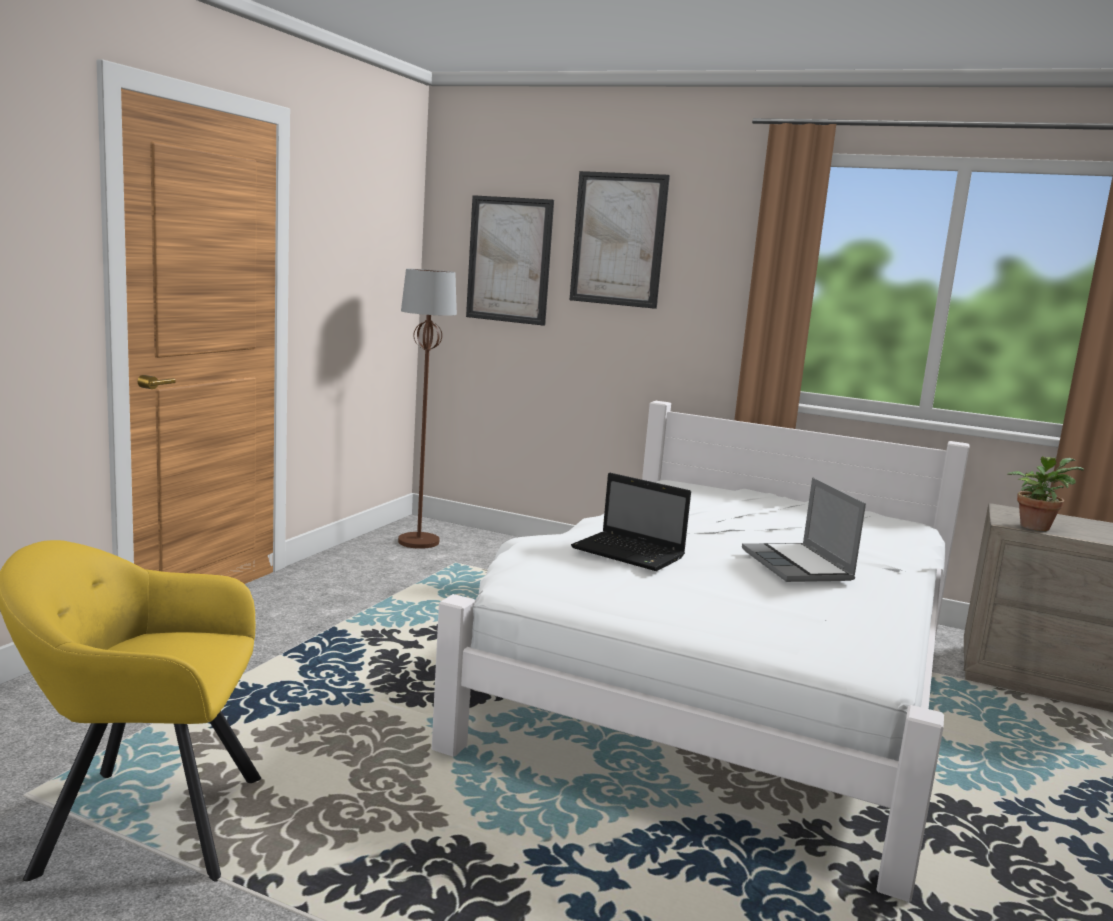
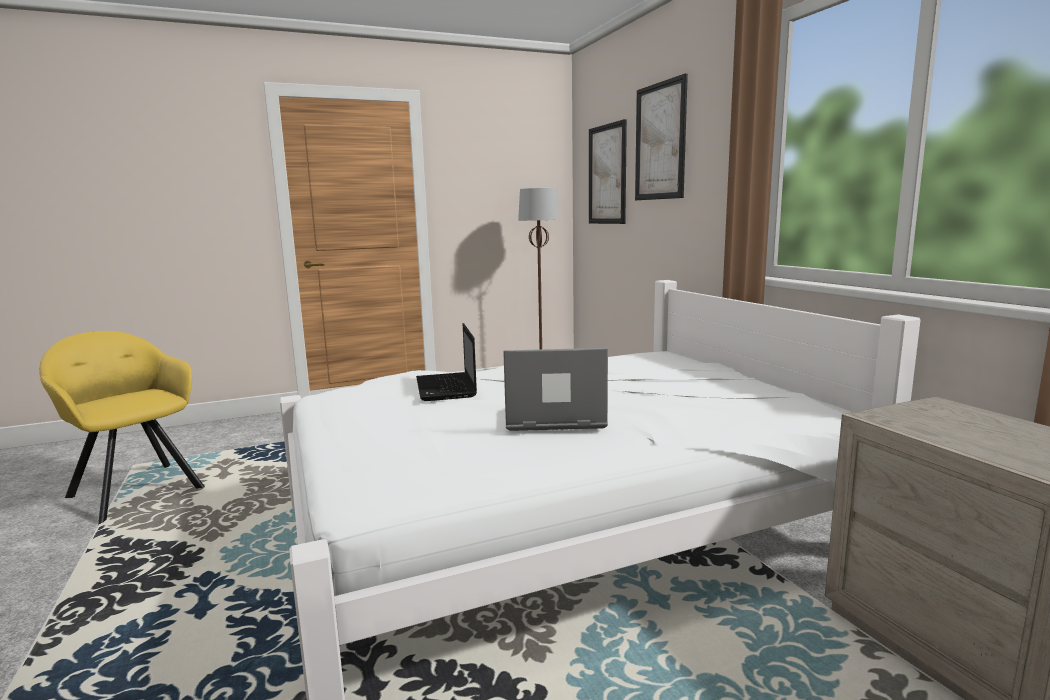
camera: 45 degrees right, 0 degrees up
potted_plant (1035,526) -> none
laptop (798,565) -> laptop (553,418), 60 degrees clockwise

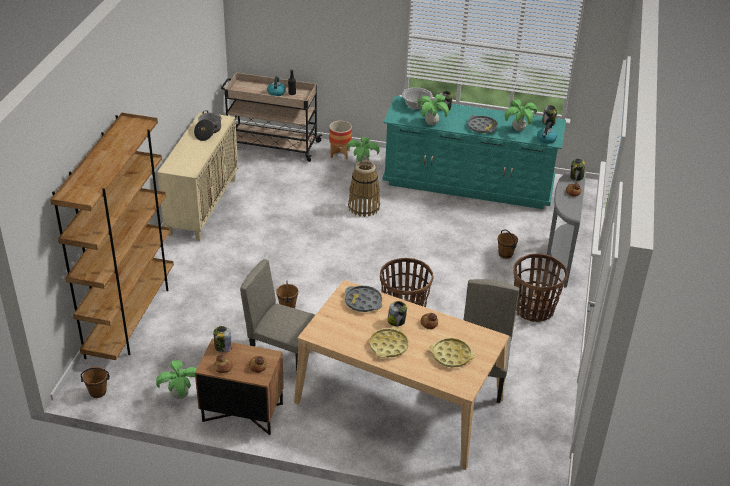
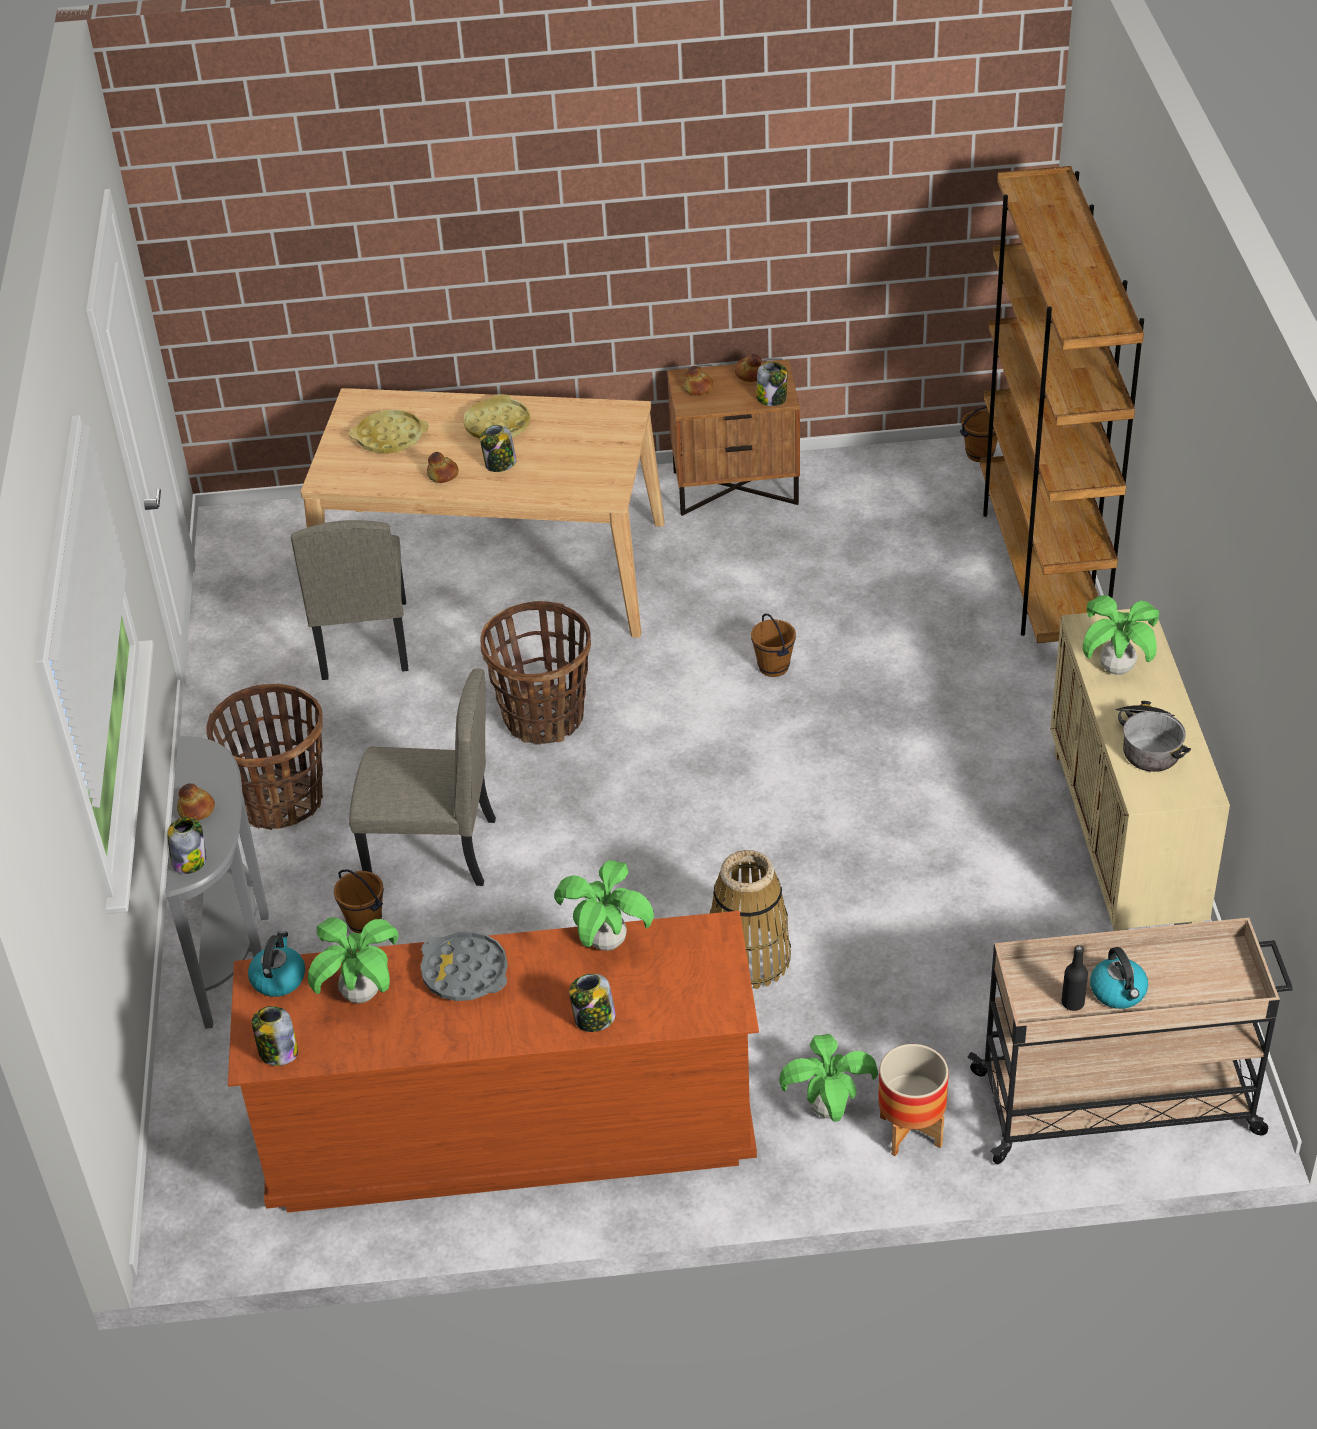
camera: 165 degrees right, 5 degrees up
grey_tray (363,302) -> none
cooking_pot (416,105) -> none
potted_plant (180,396) -> potted_plant (1117,669), shifted
beige_chair (284,355) -> beige_chair (431,850), shifted
turquoise_dresser (468,183) -> brown_dresser (510,1130)

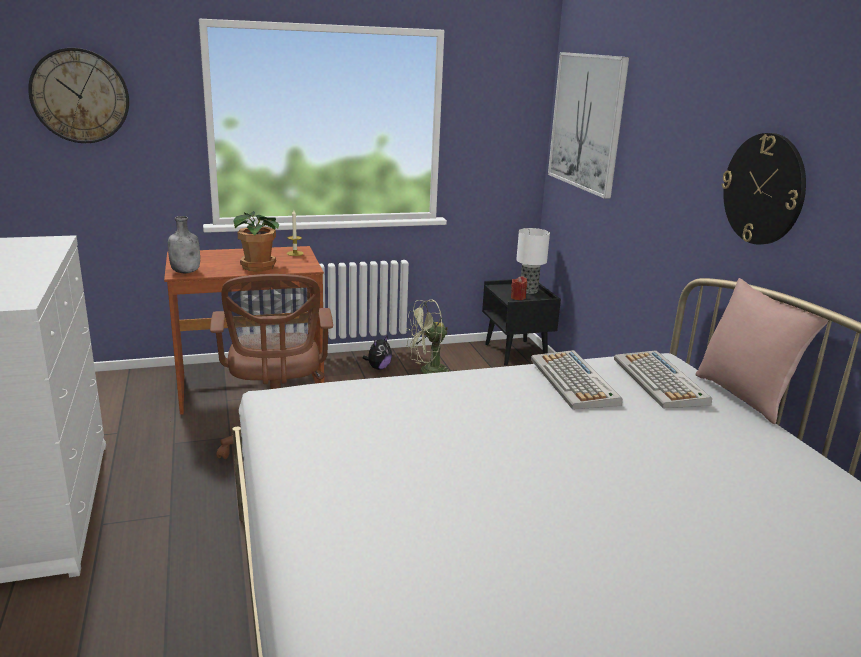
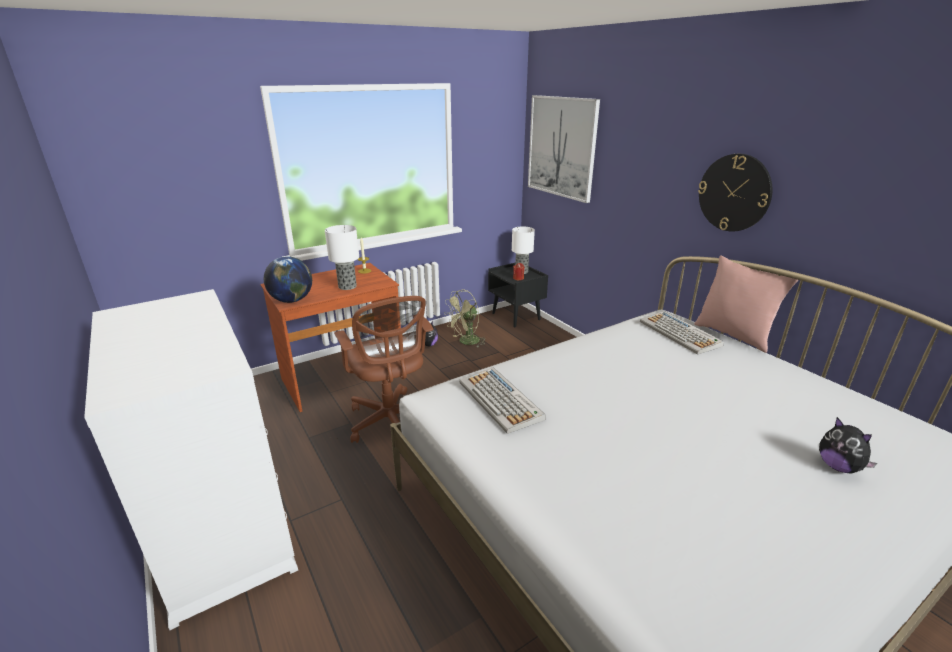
camera: 15 degrees left, 5 degrees up
wall_clock (80,96) -> none
none -> plush_toy (838,467)
keyboard (574,382) -> keyboard (501,400), shifted
grey_bottle (186,272) -> globe (292,300)
potted_plant (260,266) -> table_lamp (347,286)

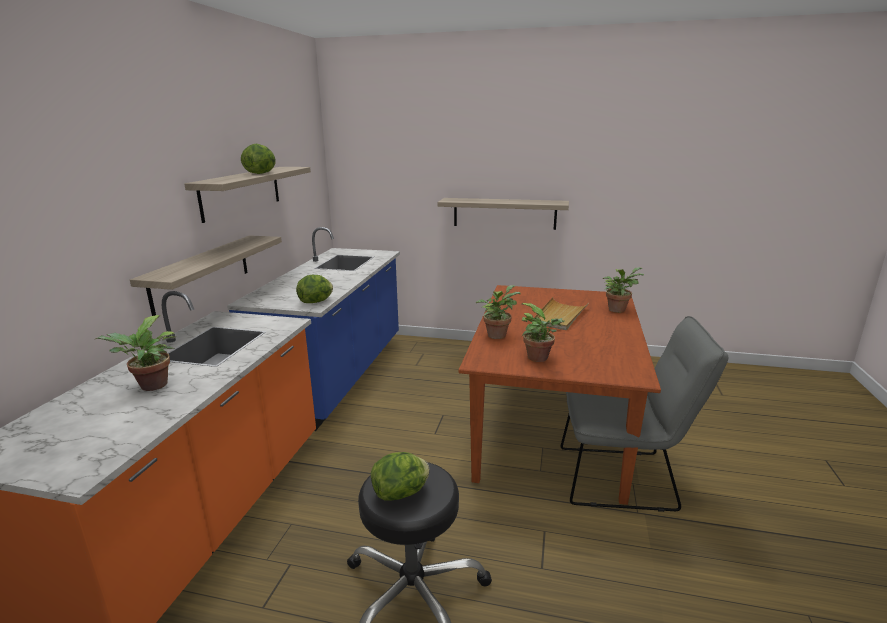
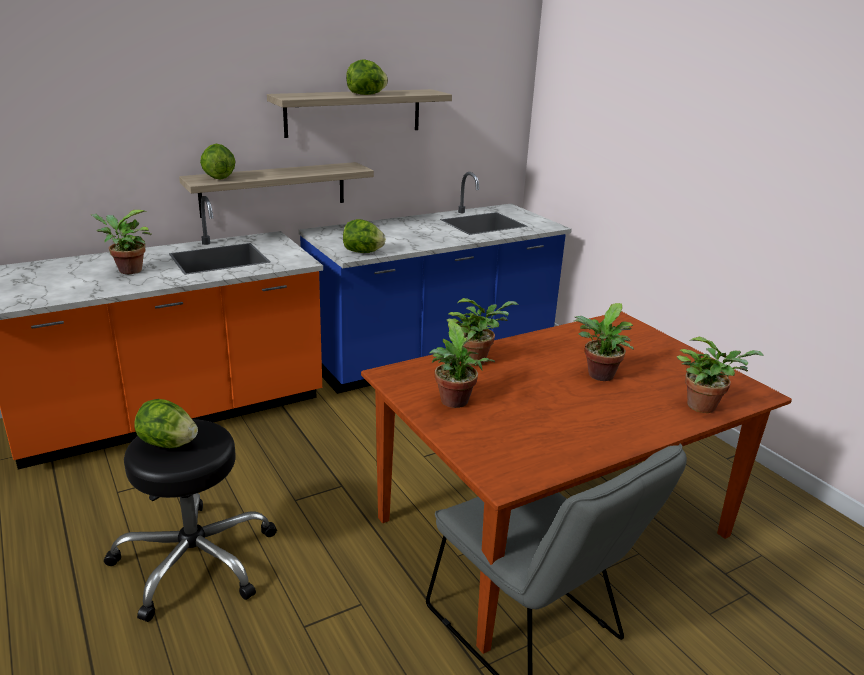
camera: 45 degrees right, 5 degrees up
shelf (504,213) -> none
none -> lettuce (218,178)
beige_tray (559,316) -> potted_plant (598,376)

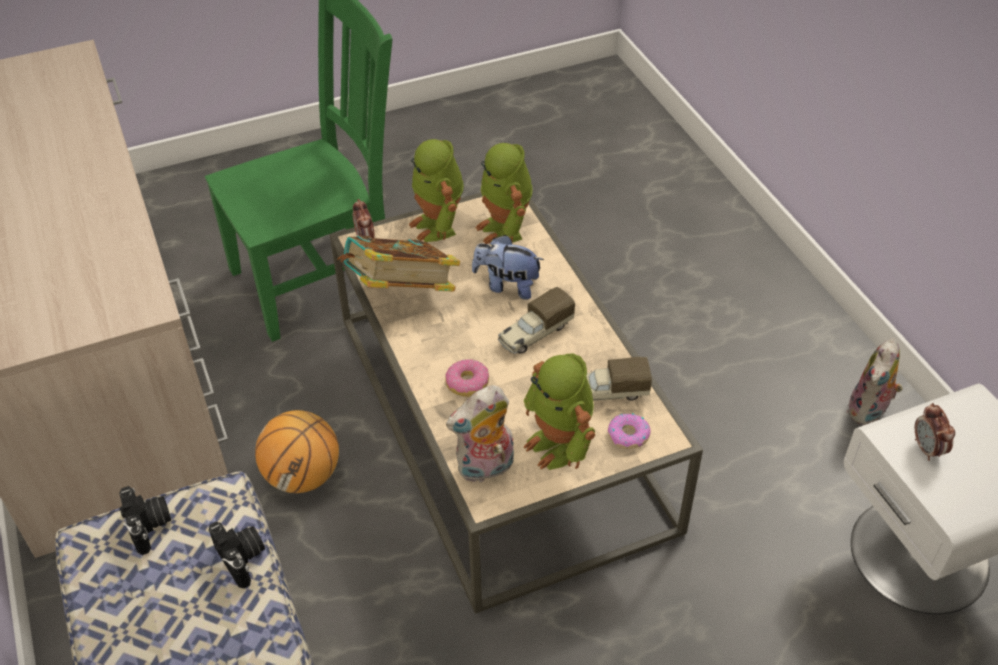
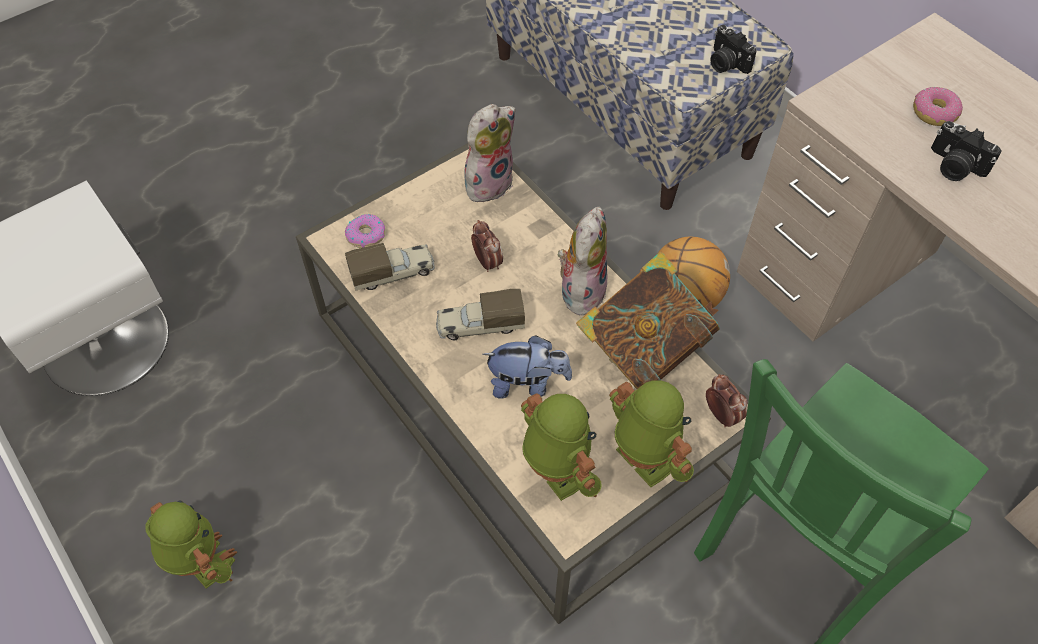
camera: 165 degrees right, 10 degrees up
photo_camera (243,558) -> photo_camera (954,166), shifted
donut (467,383) -> donut (934,113), shifted
toy_robot (560,445) -> toy_robot (201,563), shifted
plush_toy (869,411) -> plush_toy (581,289), shifted
alarm_clock (927,449) -> alarm_clock (487,262), shifted
toy_truck (534,334) -> toy_truck (479,325), 135 degrees counterclockwise

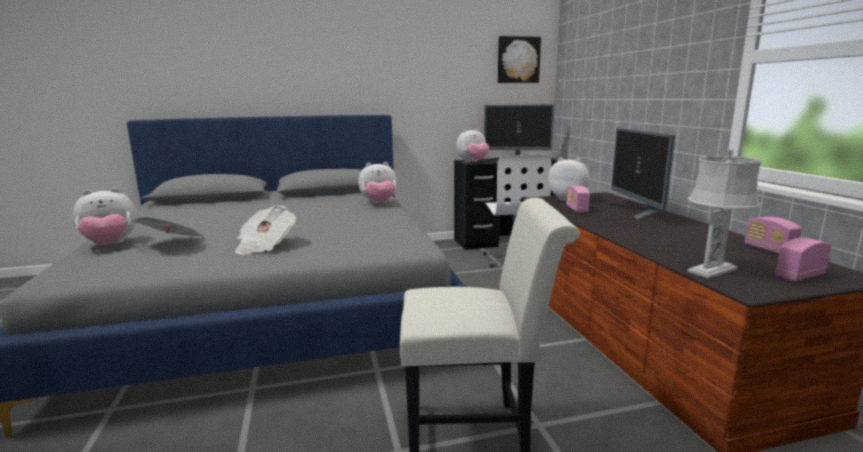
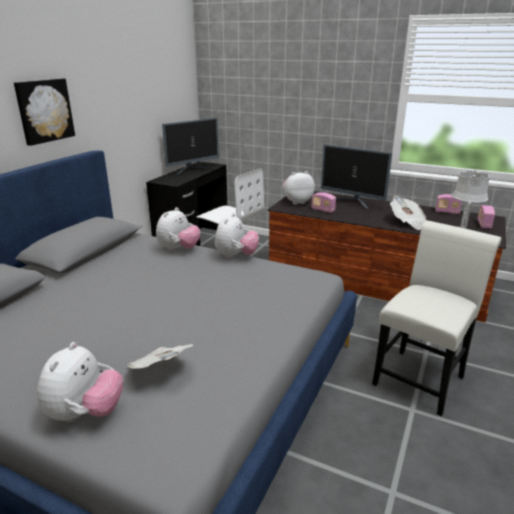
camera: 50 degrees left, 10 degrees up
newspaper (265,246) -> newspaper (407,223), shifted
plush_toy (472,162) -> plush_toy (236,256), shifted
picture (518,60) -> picture (44,111), shifted

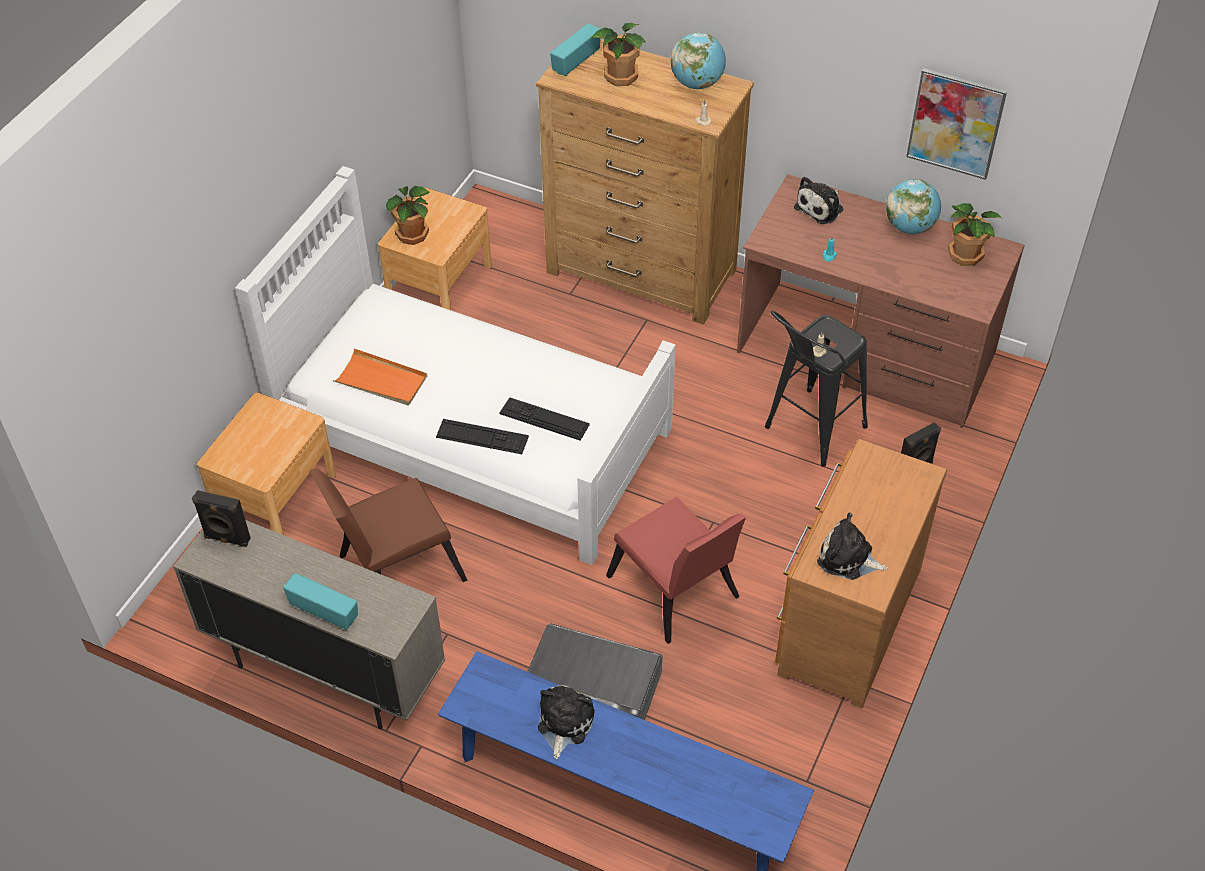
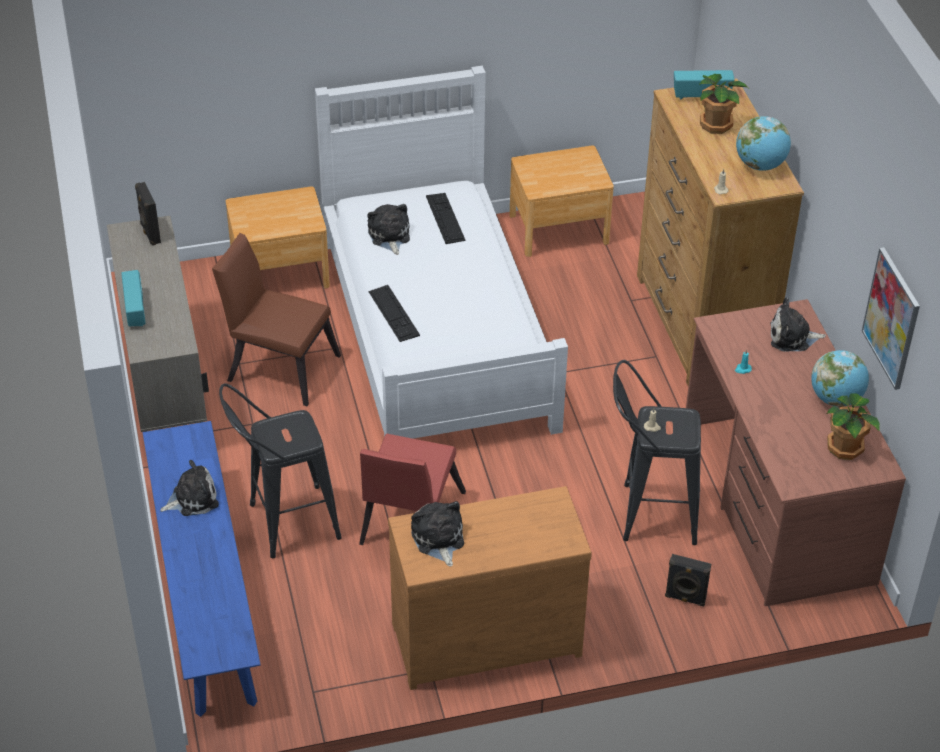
camera: 50 degrees right, 5 degrees down
potted_plant (413,234) -> none
keyboard (544,419) -> keyboard (445,218), shifted
orange_tray (381,380) -> plush_toy (389,236)
grey_storage_box (593,684) -> black_stool (284,524)

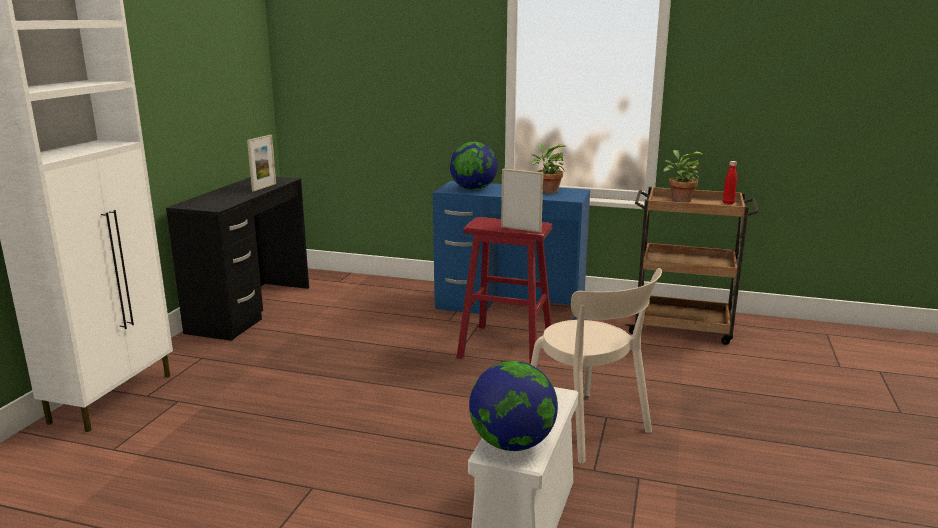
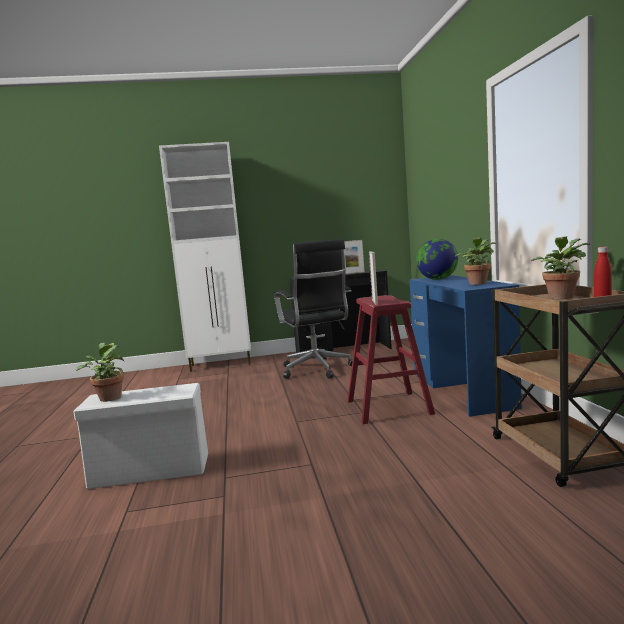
camera: 65 degrees right, 10 degrees down
beige_chair (589,429) -> none
none -> black_office_chair (317,370)
globe (512,443) -> potted_plant (109,397)

